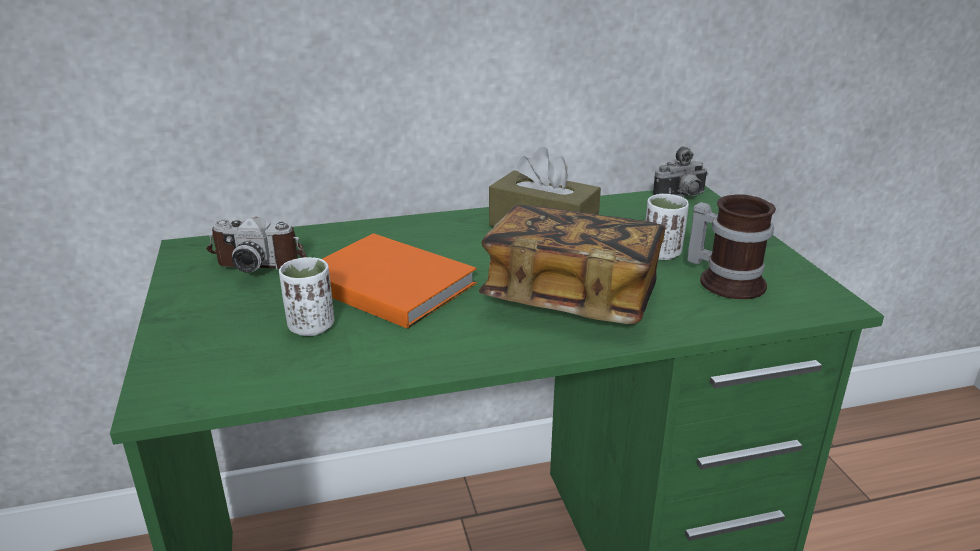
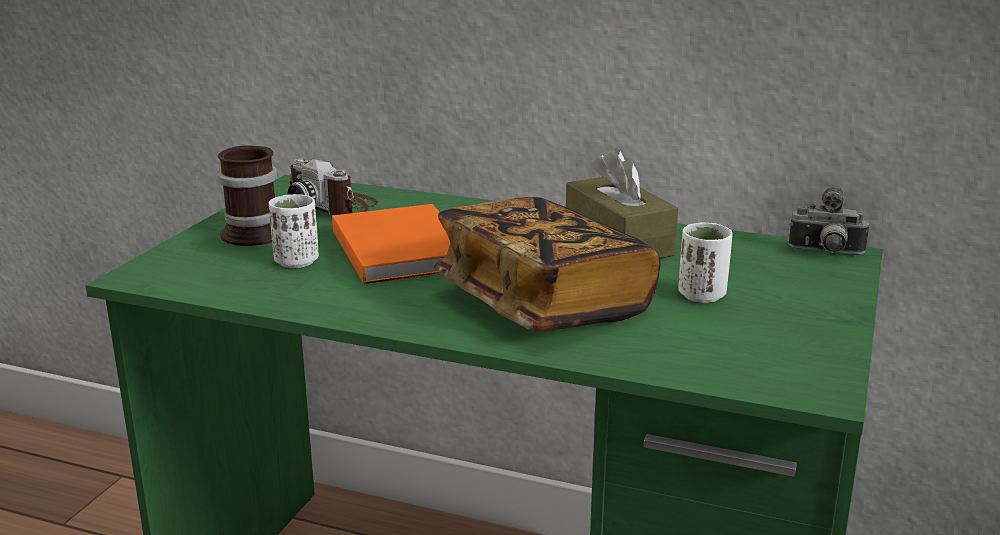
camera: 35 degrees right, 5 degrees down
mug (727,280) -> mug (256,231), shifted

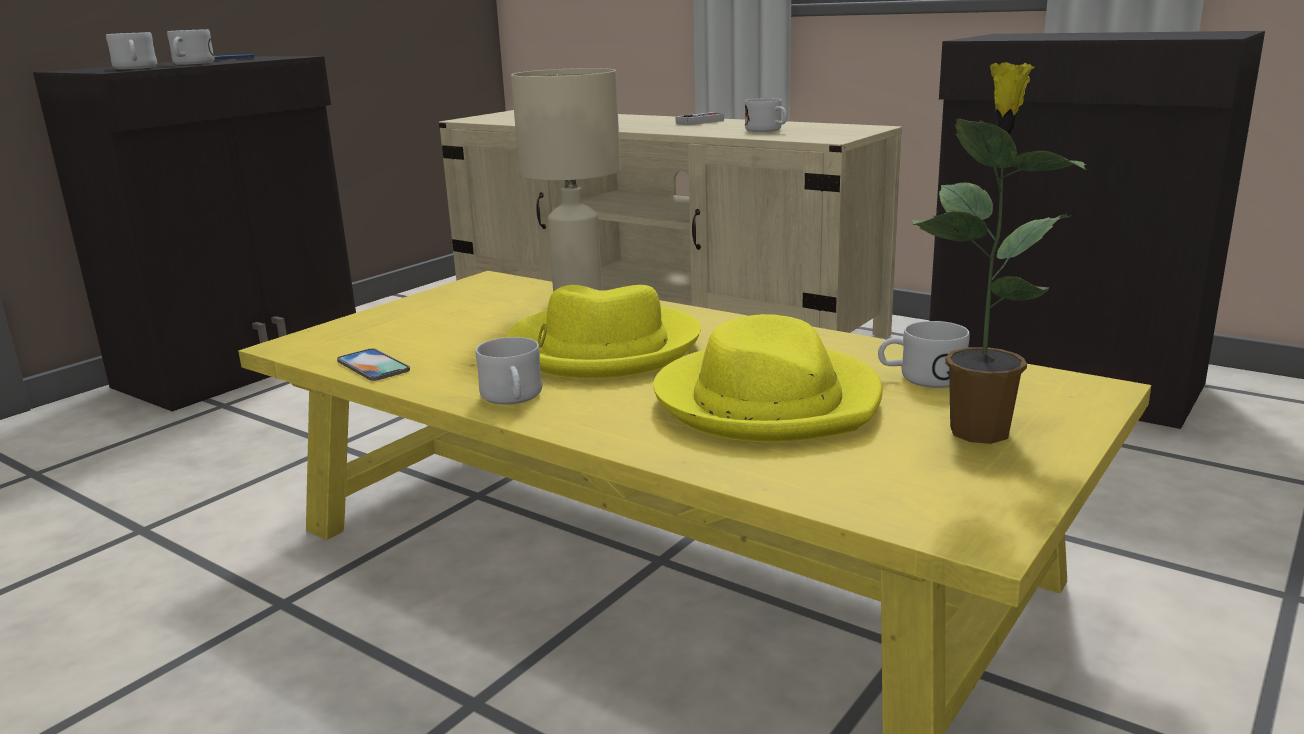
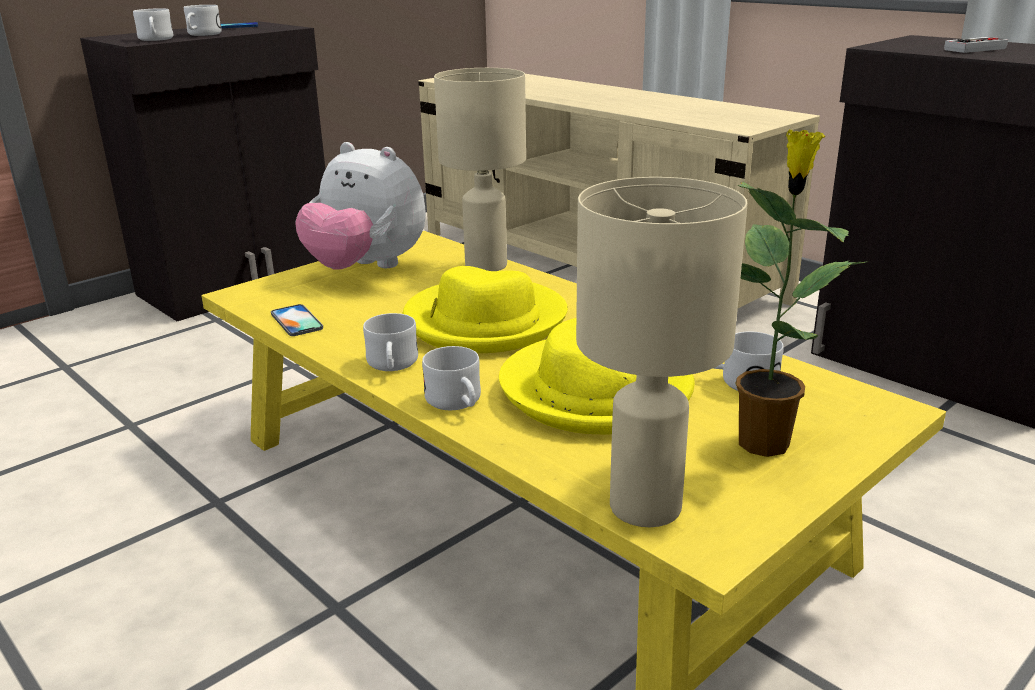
camera: 10 degrees right, 5 degrees up
none -> plush_toy (366,268)
none -> beige_table_lamp (645,507)
game_controller (697,122) -> game_controller (969,48), shifted
white_mug (768,130) -> white_mug (457,403), shifted

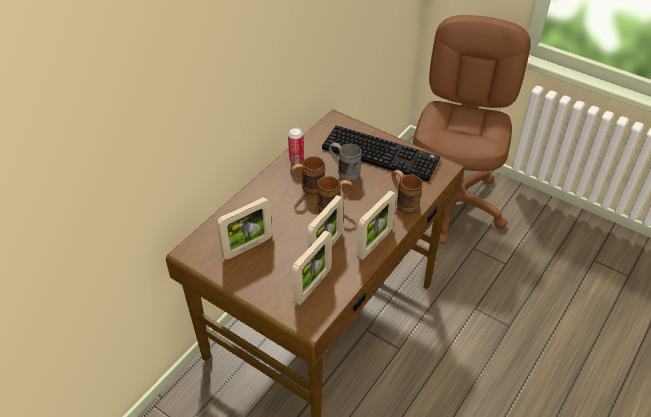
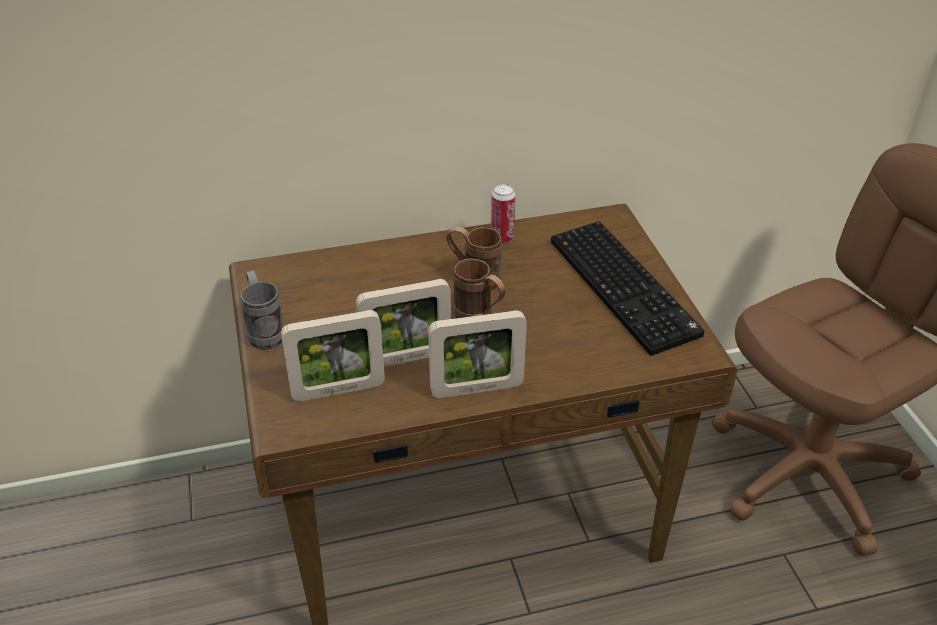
camera: 40 degrees right, 5 degrees down
picture_frame (247,247) -> none
brown_mug (403,203) -> none
grey_mug (344,173) -> grey_mug (264,331), shifted

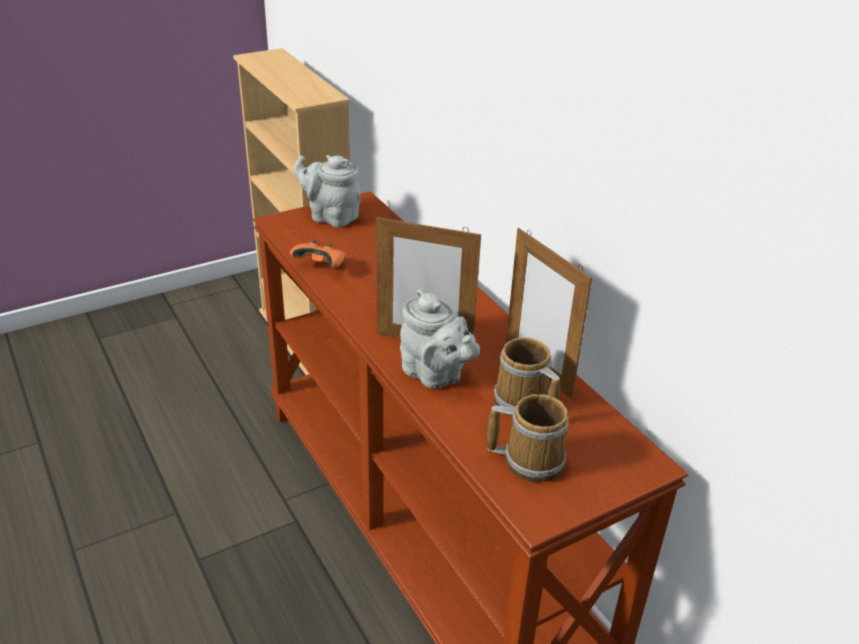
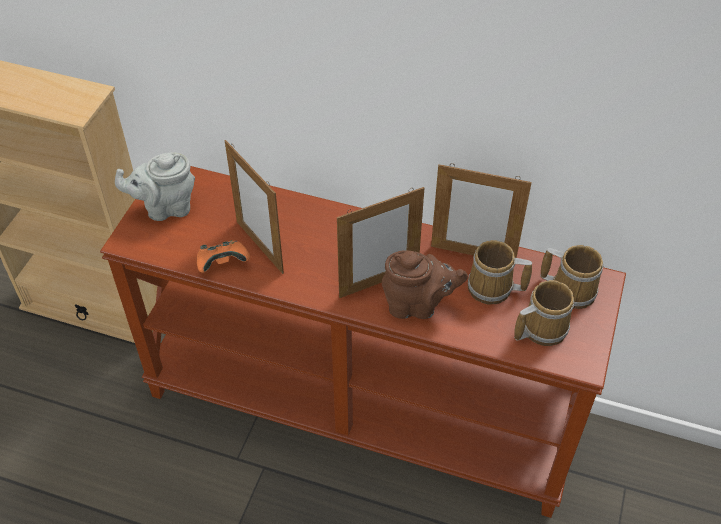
camera: 40 degrees left, 15 degrees up
none -> picture_frame (260,247)
none -> mug (570,289)
grey_teapot (435,375) -> brown_teapot (418,305)

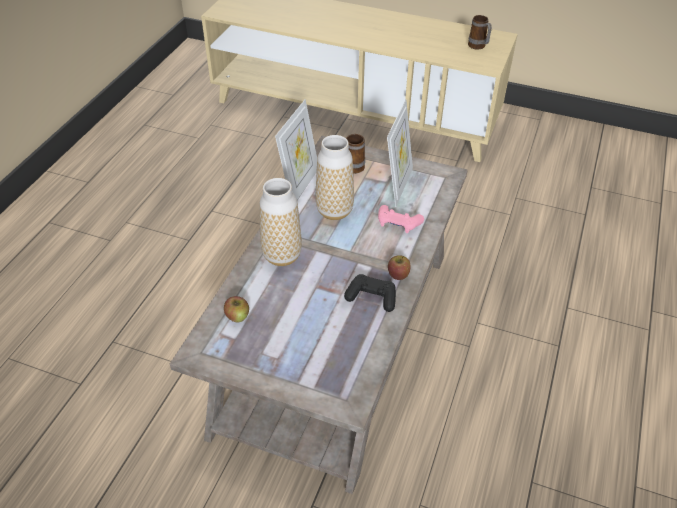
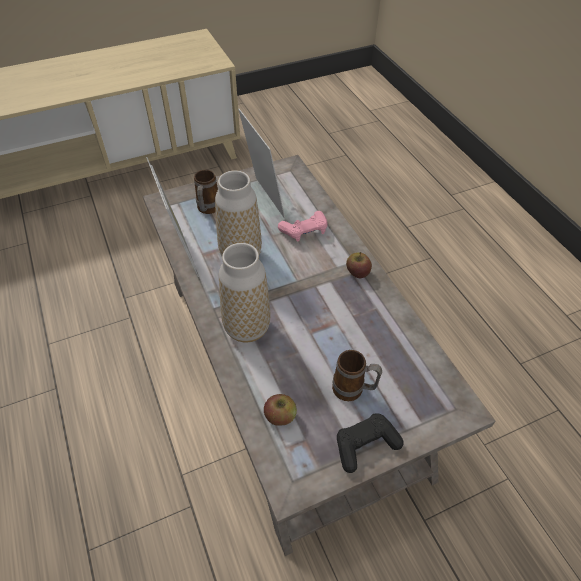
camera: 45 degrees left, 5 degrees up
black_game_controller (371,297) -> black_game_controller (365,445), shifted
mug (478,47) -> mug (353,390), shifted

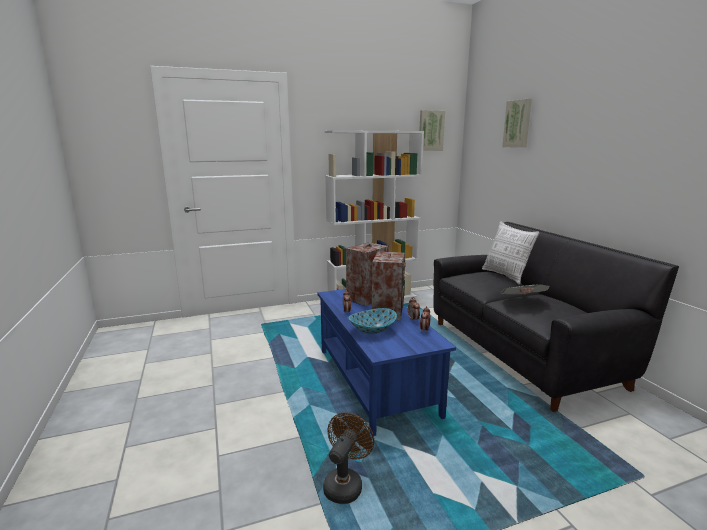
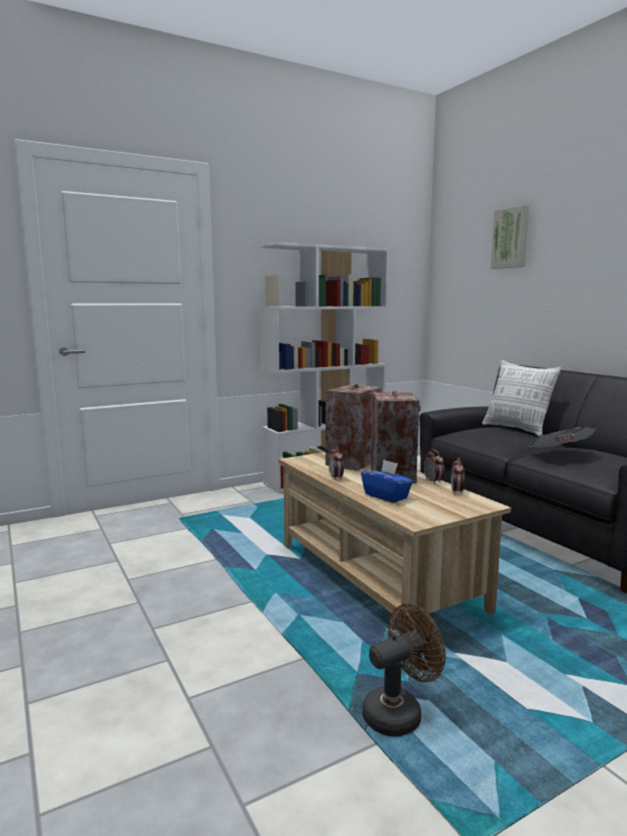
camera: 10 degrees left, 5 degrees down
picture (430,130) -> none
bowl (372,330) -> blue_tissue_box (386,496)
blue_coffee_table (375,380) -> beige_coffee_table (377,576)
brown_fan (345,483) -> brown_fan (399,712), 45 degrees clockwise

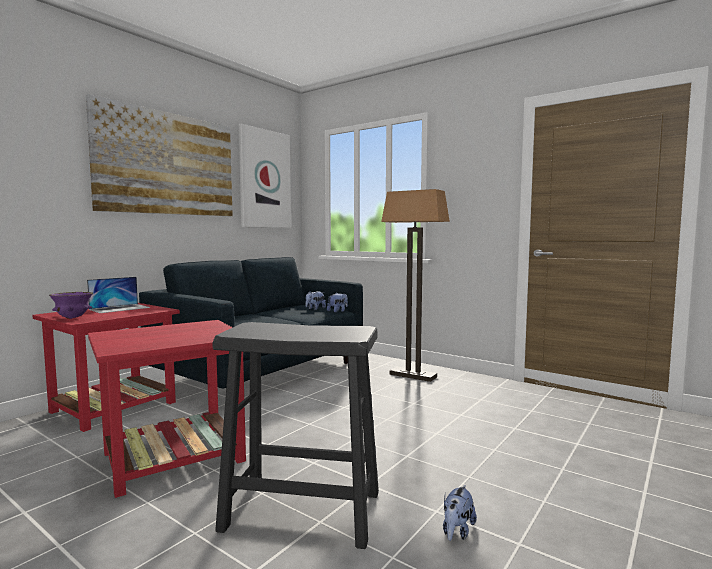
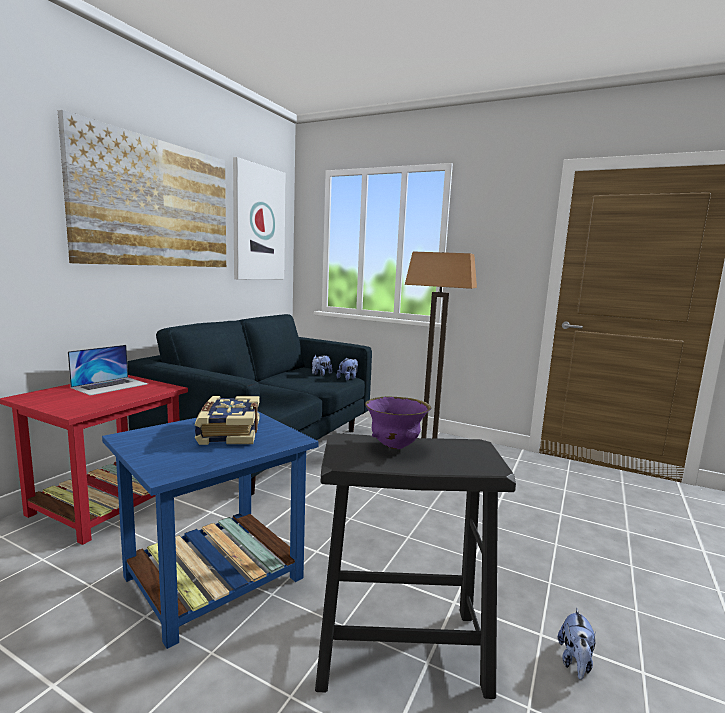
camera: 10 degrees left, 5 degrees up
none -> book (228,432)
purple_bowl (72,318) -> purple_bowl (395,446), shifted
red_side_table (175,456) -> blue_side_table (216,576)

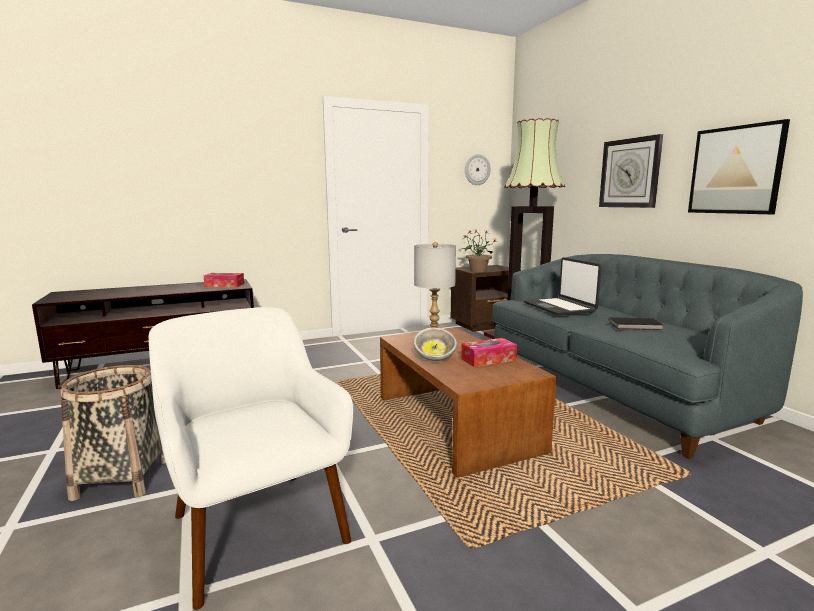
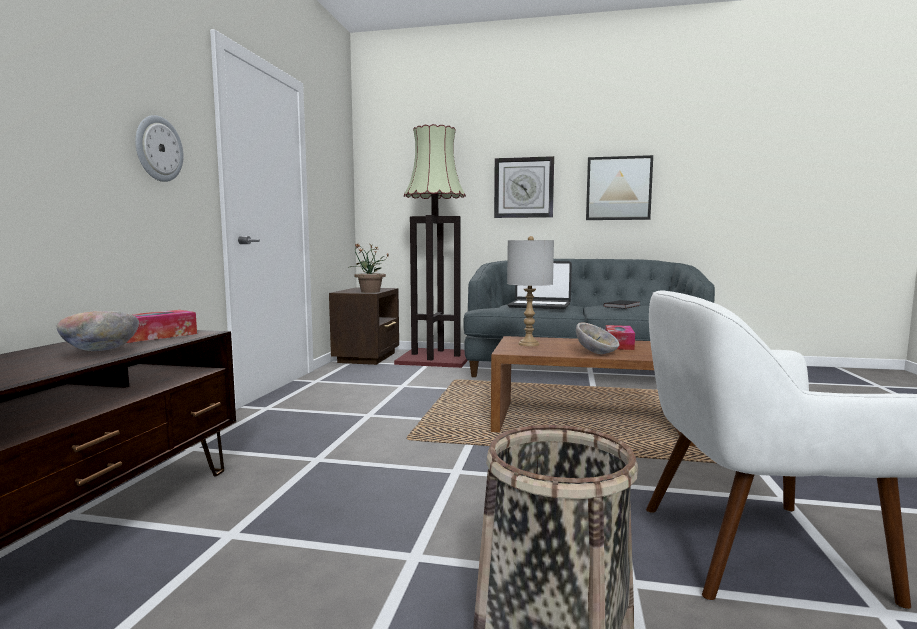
camera: 55 degrees left, 5 degrees down
none -> bowl (100,352)
wall_clock (477,169) -> wall_clock (158,149), shifted

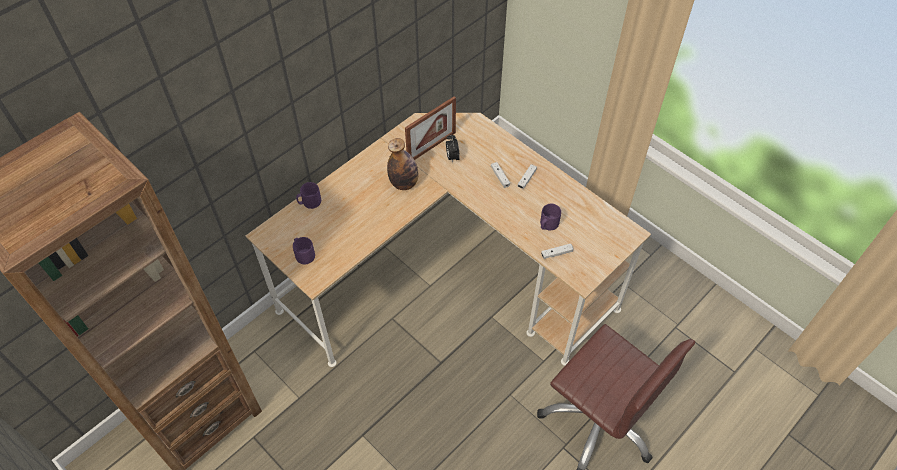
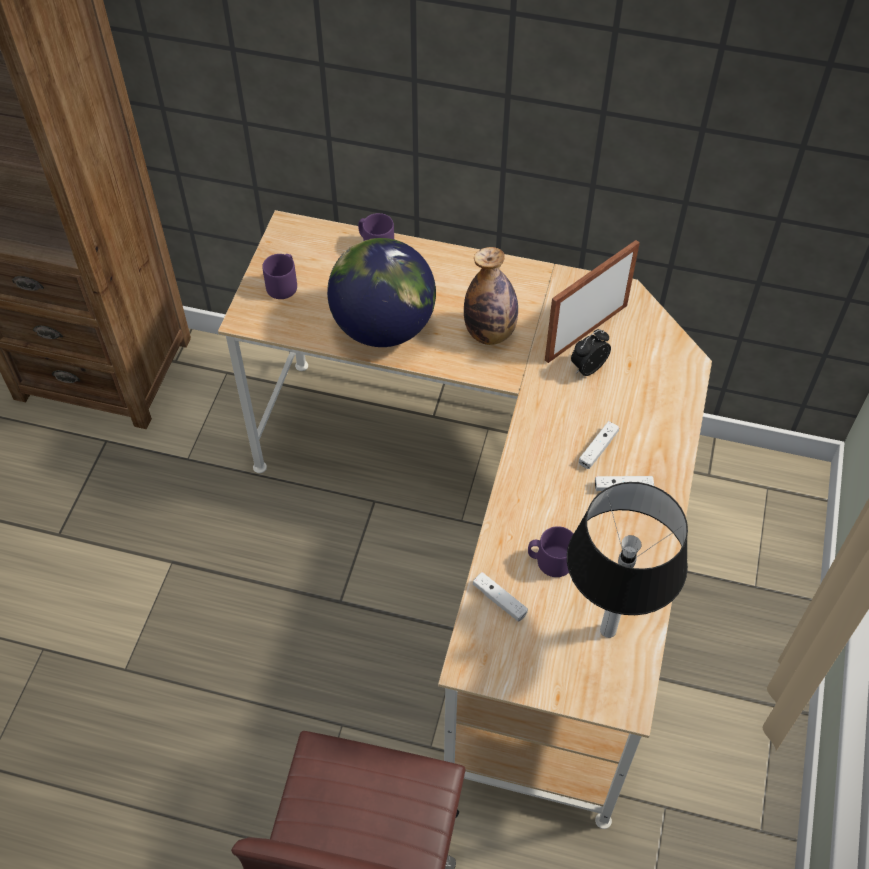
camera: 60 degrees right, 0 degrees up
none -> globe (383,328)
none -> table_lamp (609,631)
picture_frame (431,147) -> picture_frame (586,332), 120 degrees clockwise

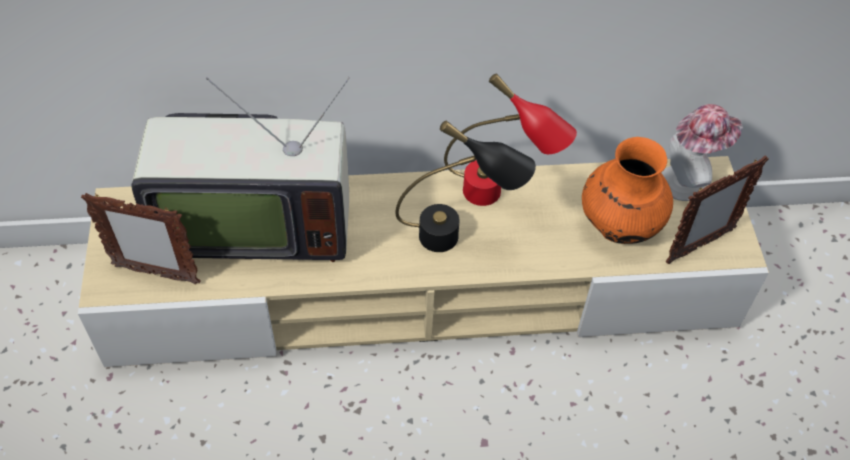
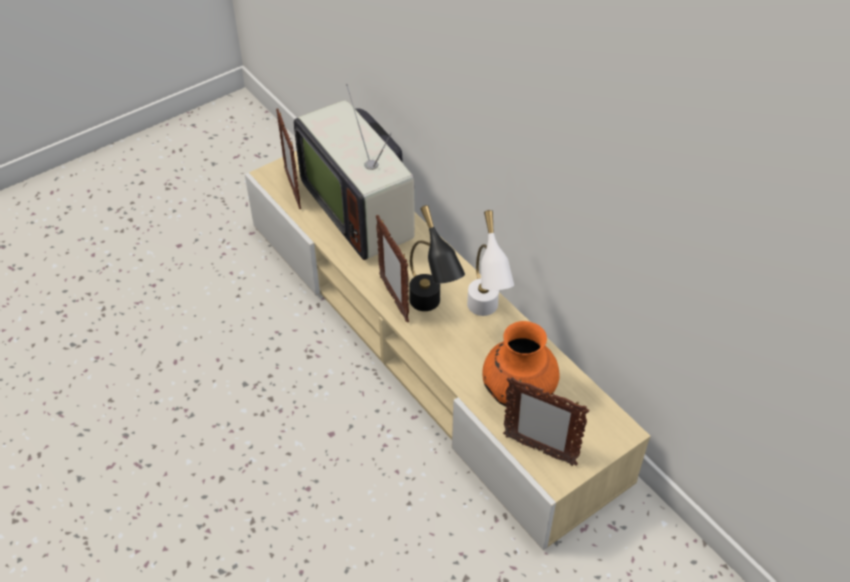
camera: 60 degrees right, 5 degrees down
hat (687,181) -> none
none -> picture_frame (394,298)
red_table_lamp (499,197) -> white_table_lamp (485,316)

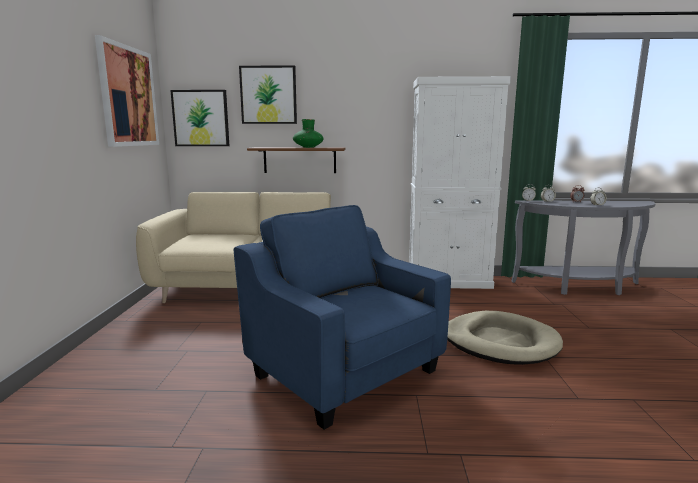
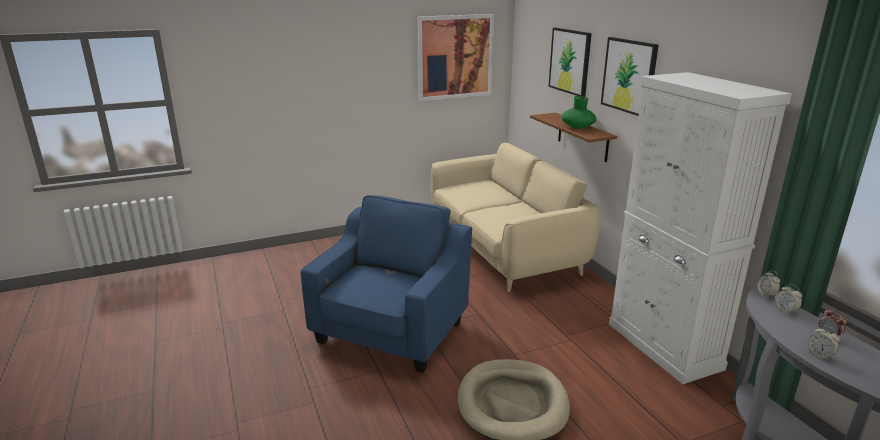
camera: 65 degrees right, 10 degrees up
picture (201,118) -> picture (629,76), shifted

